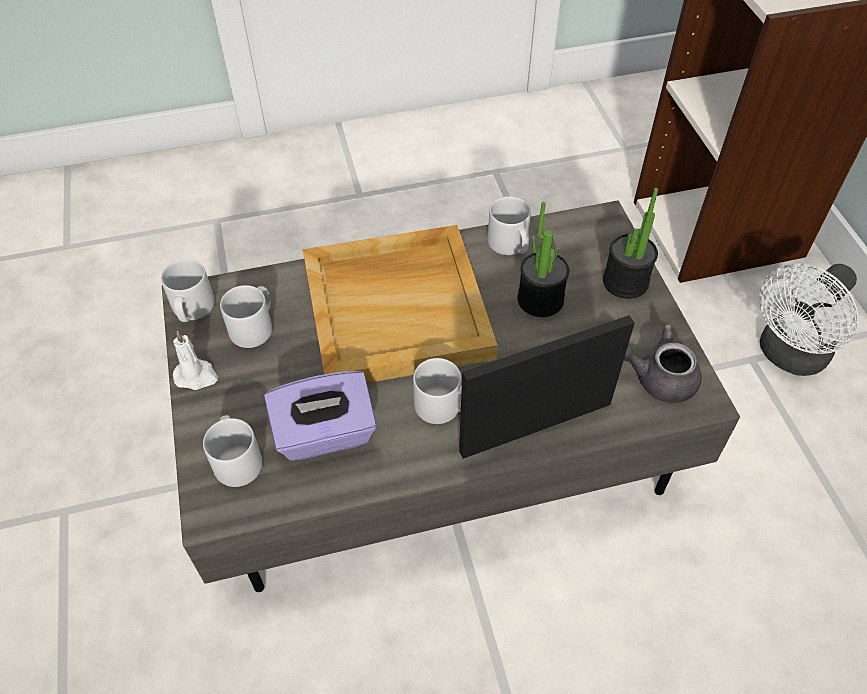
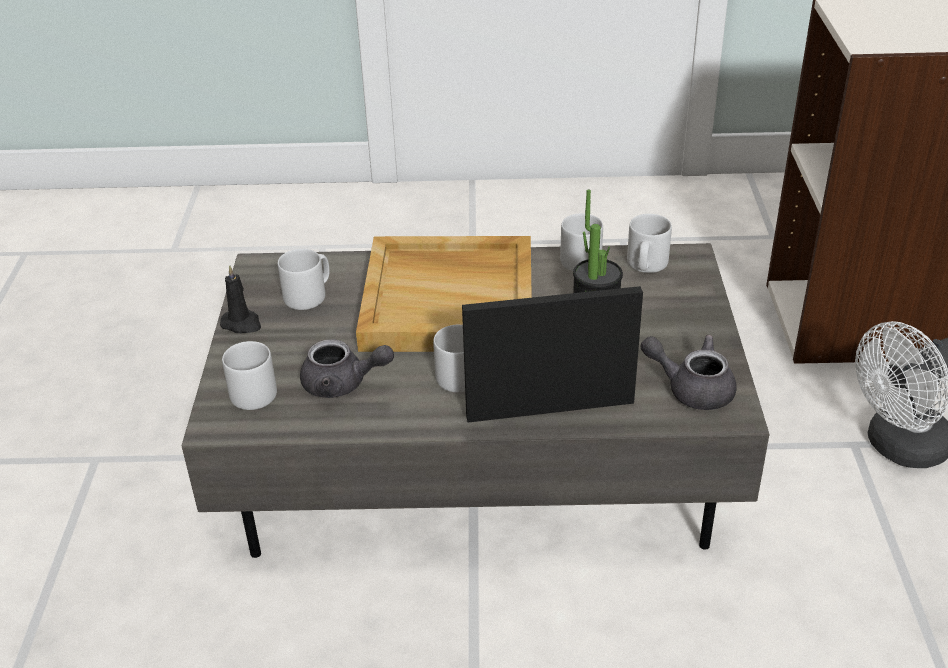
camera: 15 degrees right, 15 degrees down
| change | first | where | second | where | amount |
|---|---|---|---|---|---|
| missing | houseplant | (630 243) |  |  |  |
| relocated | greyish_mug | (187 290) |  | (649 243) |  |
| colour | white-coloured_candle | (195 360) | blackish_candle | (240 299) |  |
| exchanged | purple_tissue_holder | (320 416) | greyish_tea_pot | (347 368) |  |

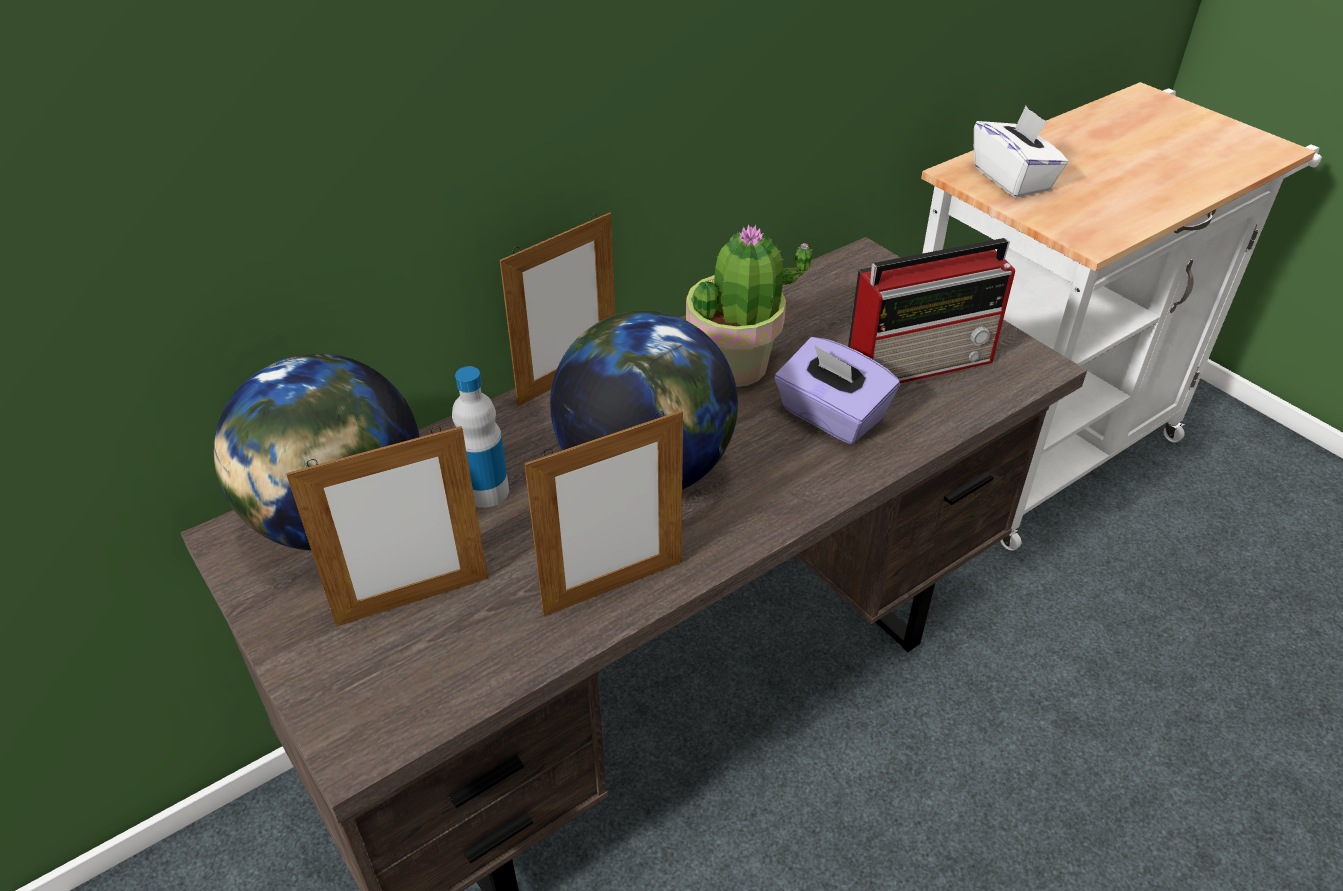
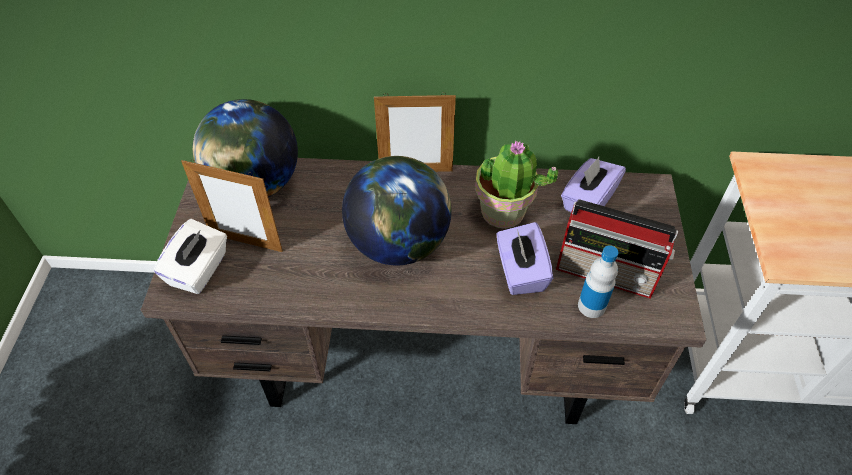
camera: 40 degrees right, 10 degrees up
| change | first | where | second | where | amount |
|---|---|---|---|---|---|
| relocated | white-coloured_tissue_holder | (1021 152) |  | (190 256) |  |
| relocated | beverage_bottle | (480 437) |  | (598 281) |  |
| missing | standing_frame | (603 513) |  |  |  |
| appeared |  |  | purple_tissue_holder | (593 184) |  |

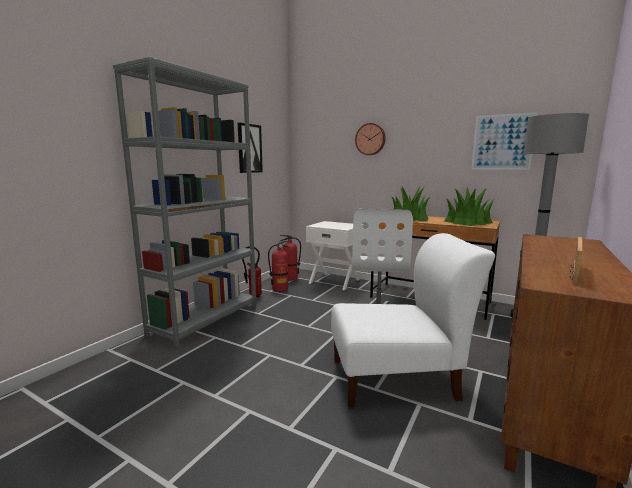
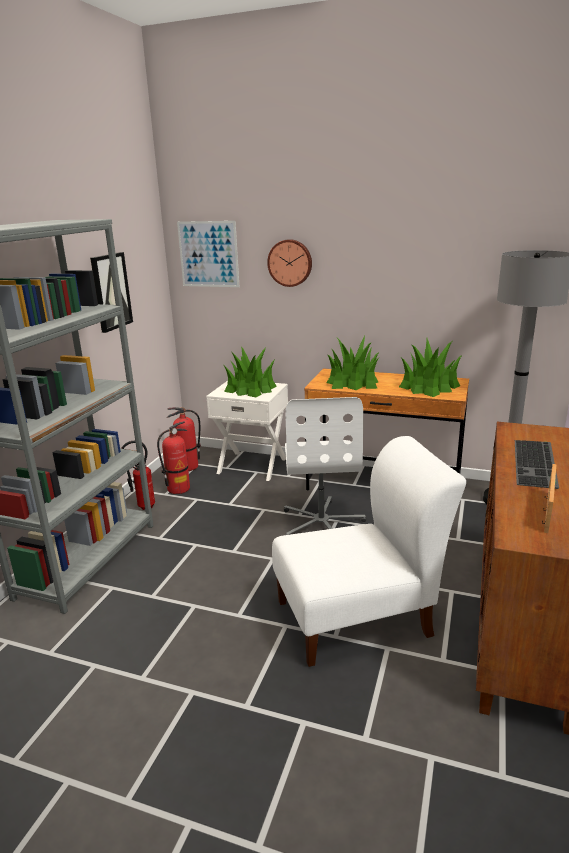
camera: 10 degrees left, 10 degrees up
| change | first | where | second | where | amount |
|---|---|---|---|---|---|
| relocated | wall_art | (504 141) |  | (208 254) |  |
| appeared |  |  | houseplant | (250 371) |  |
| appeared |  |  | computer_keyboard | (537 464) |  |

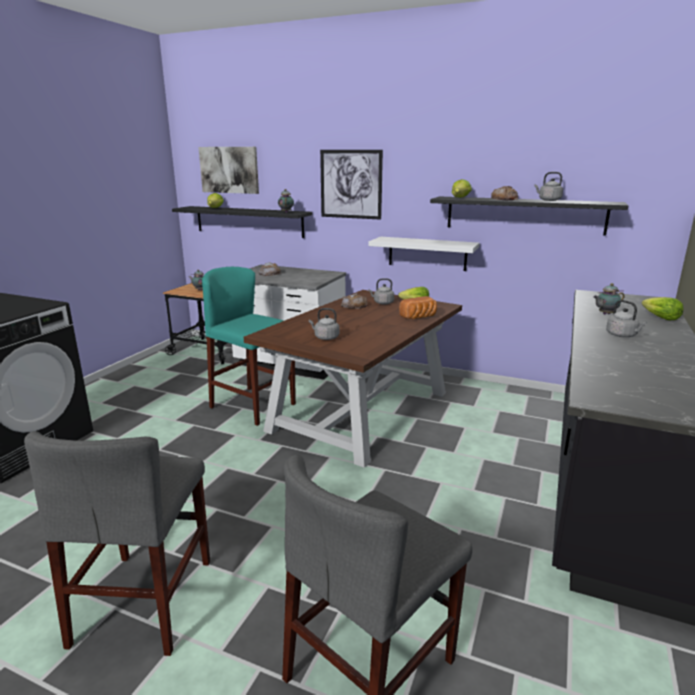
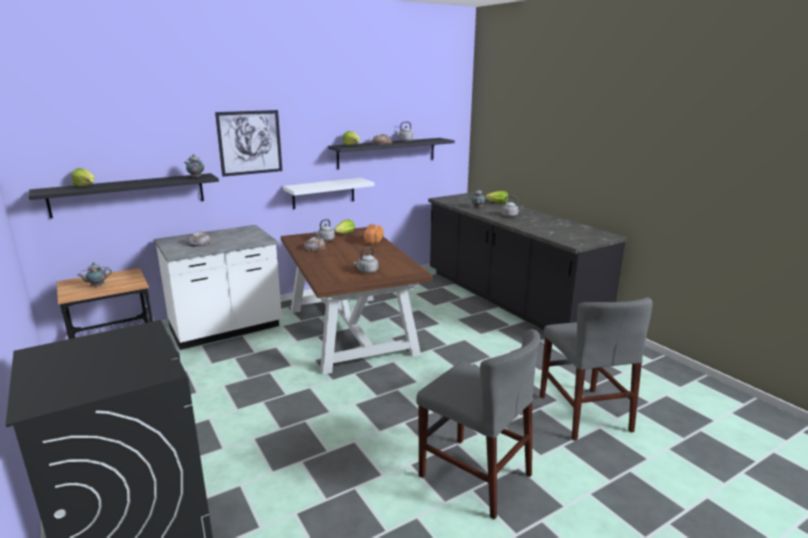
camera: 55 degrees left, 0 degrees up
| change | first | where | second | where | amount |
|---|---|---|---|---|---|
| missing | wall_art | (228 170) |  |  |  |
| missing | turquoise_stool | (249 346) |  |  |  |

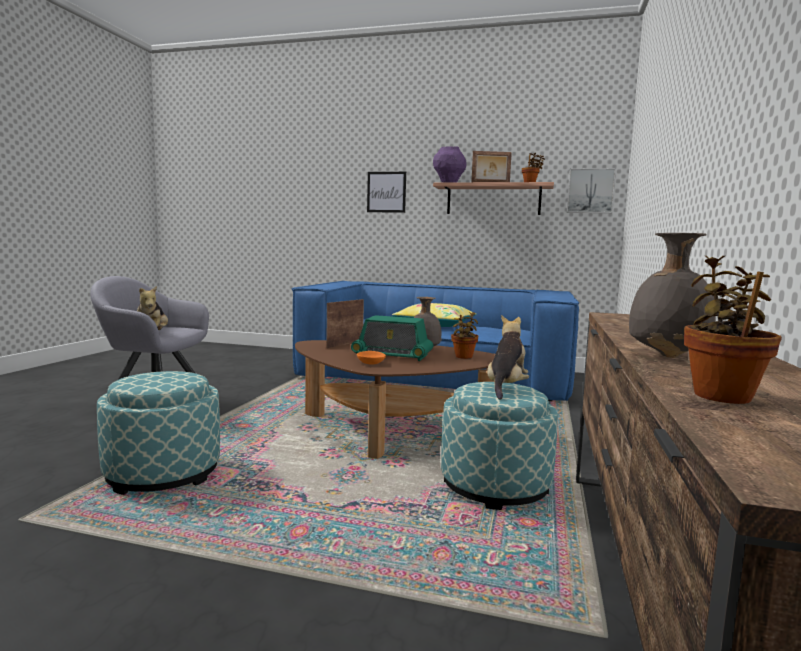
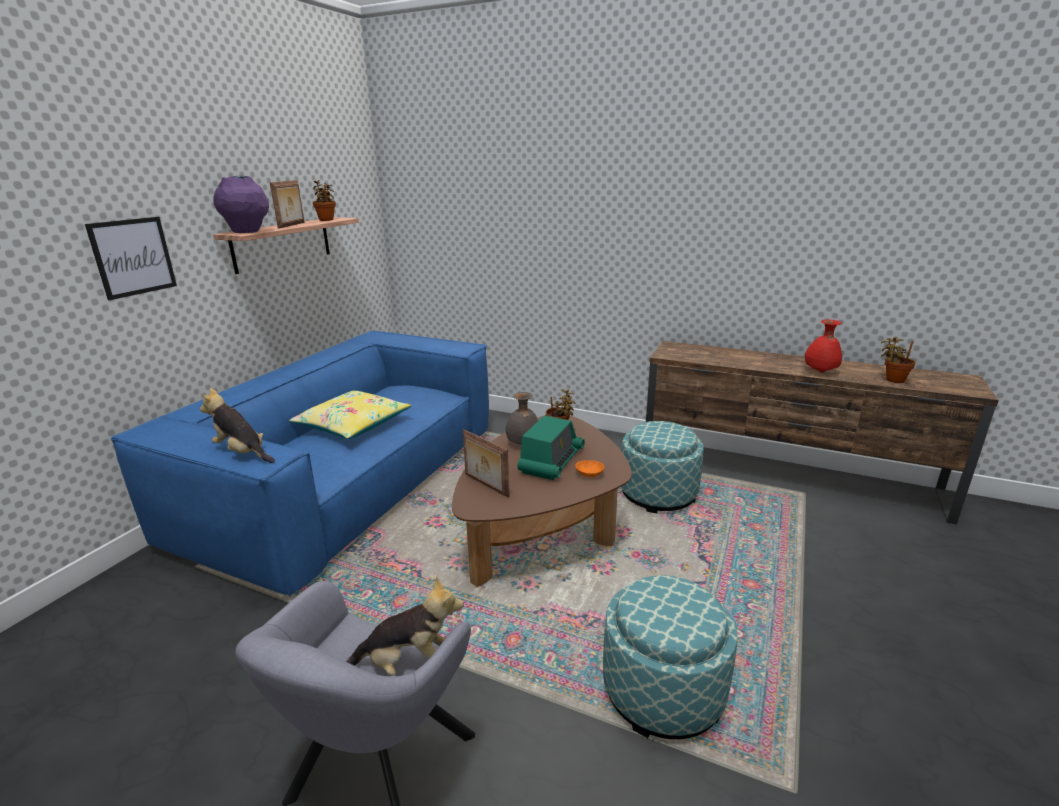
camera: 80 degrees left, 15 degrees up
| change | first | where | second | where | amount |
|---|---|---|---|---|---|
| missing | wall_art | (591 190) |  |  |  |
| colour | greyish_flower_vase | (672 295) | reddish_flower_vase | (823 346) |  |
| relocated | cuddly_toy | (508 357) |  | (237 425) |  |

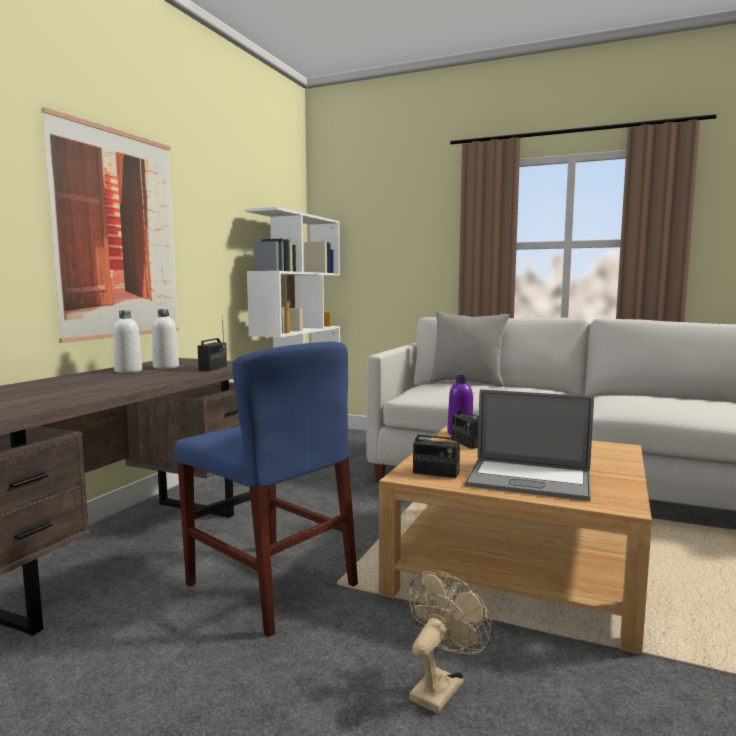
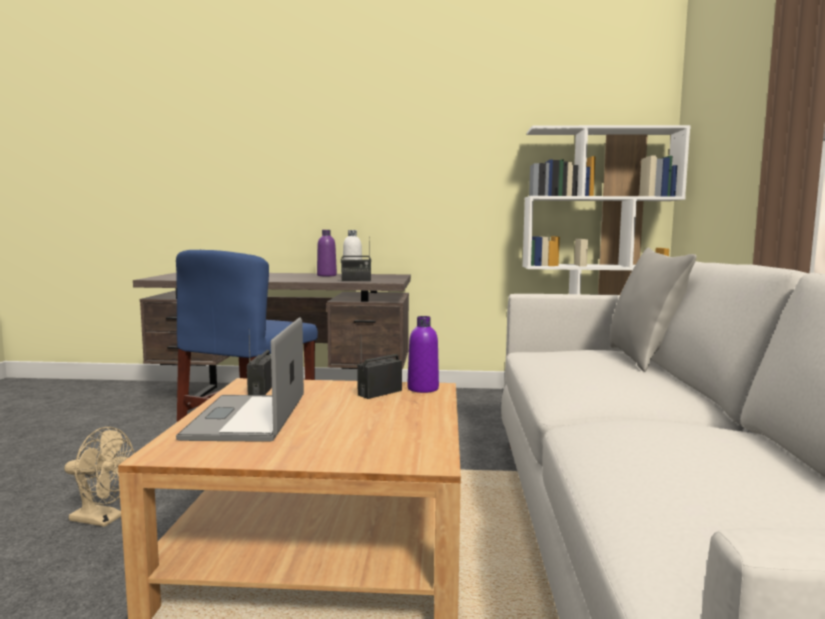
camera: 70 degrees right, 0 degrees up
| change | first | where | second | where | amount |
|---|---|---|---|---|---|
| missing | wall_art | (110 225) |  |  |  |
| colour | white-coloured_beverage_bottle | (127 341) | purple_beverage_bottle | (327 253) |  |

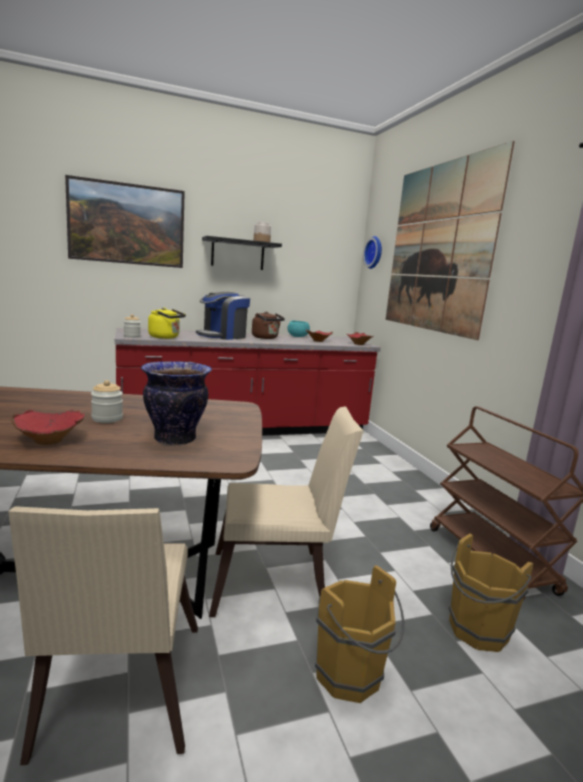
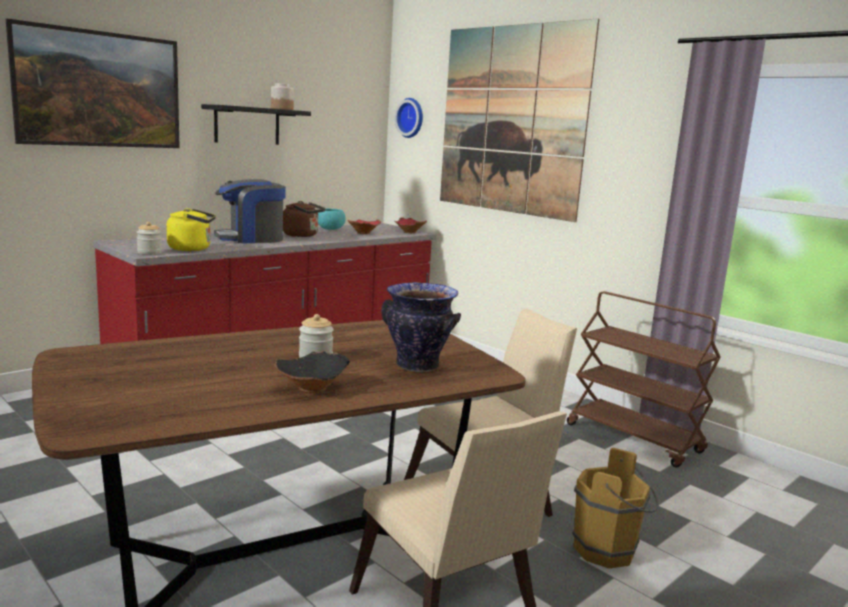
camera: 25 degrees left, 0 degrees up
| change | first | where | second | where | amount |
|---|---|---|---|---|---|
| spun | coffee_machine | (223 316) |  | (250 211) | 45 degrees clockwise |
| colour | reddish_bowl | (47 427) | blackish_bowl | (312 372) |  |
| missing | brownish_bucket | (491 592) |  |  |  |

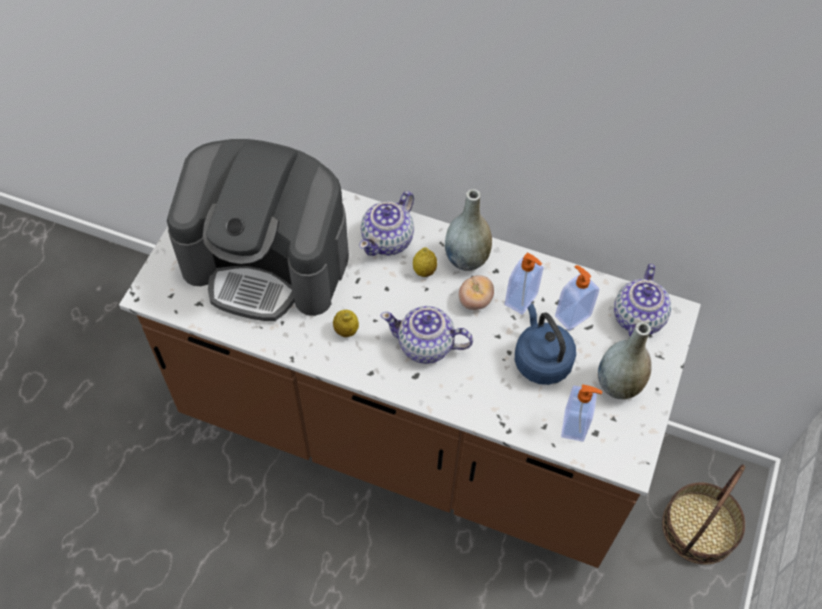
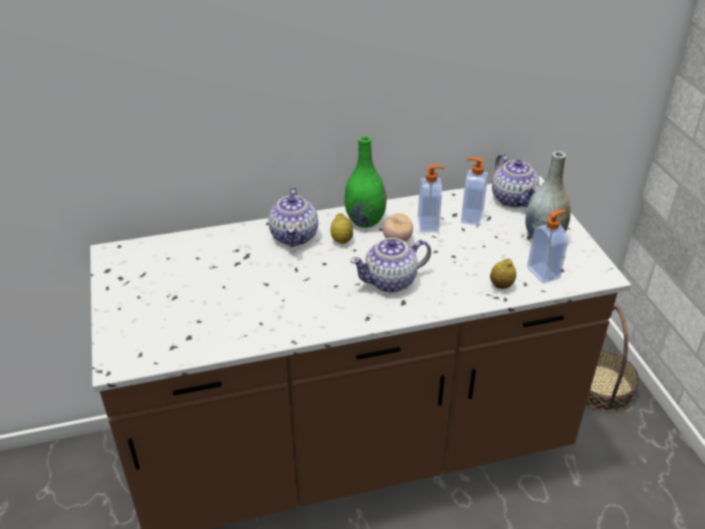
camera: 35 degrees left, 20 degrees down
| change | first | where | second | where | amount |
|---|---|---|---|---|---|
| missing | coffee_machine | (258 230) |  |  |  |
| colour | greyish_flower_vase | (468 230) | green_flower_vase | (366 182) |  |
| missing | blue-coloured_kettle | (545 344) |  |  |  |
| relocated | lemon | (346 323) |  | (503 273) |  |

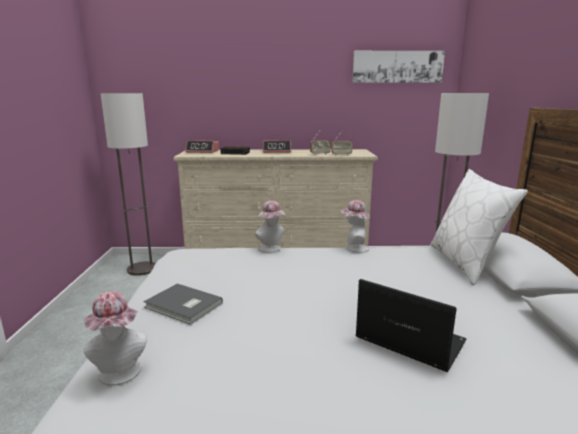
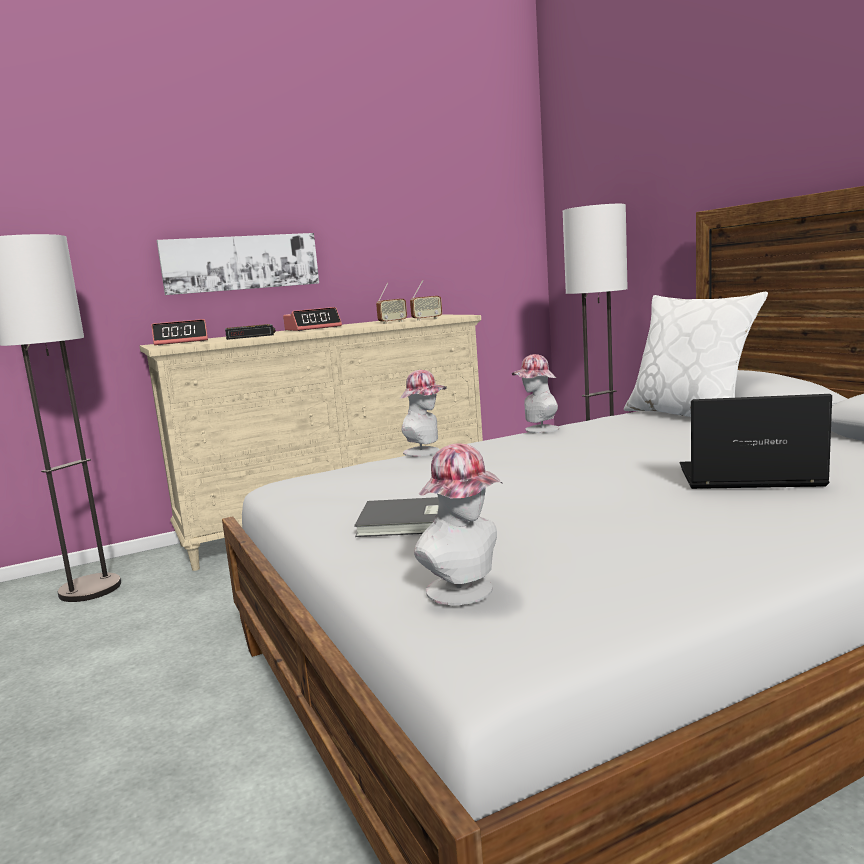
camera: 25 degrees left, 5 degrees down
| change | first | where | second | where | amount |
|---|---|---|---|---|---|
| relocated | wall_art | (399 67) |  | (238 264) |  |

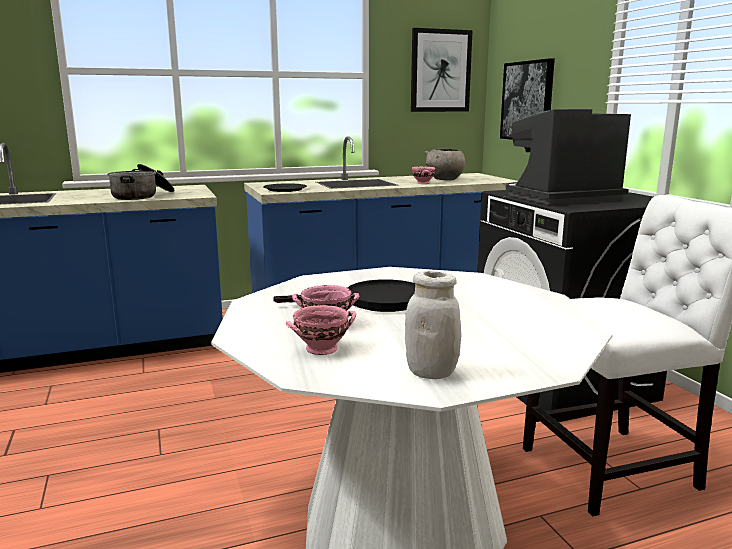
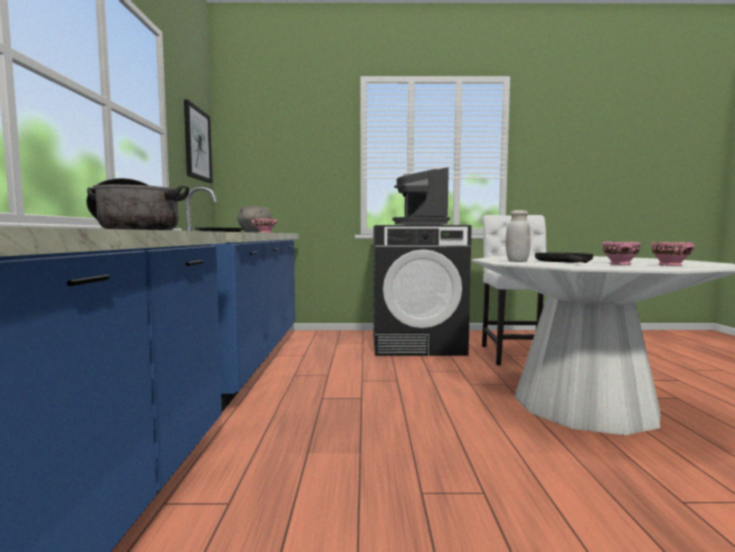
camera: 70 degrees left, 10 degrees down
| change | first | where | second | where | amount |
|---|---|---|---|---|---|
| missing | wall_art | (527 99) |  |  |  |
| relocated | white-coloured_preserve_jar | (433 325) |  | (518 236) |  |

